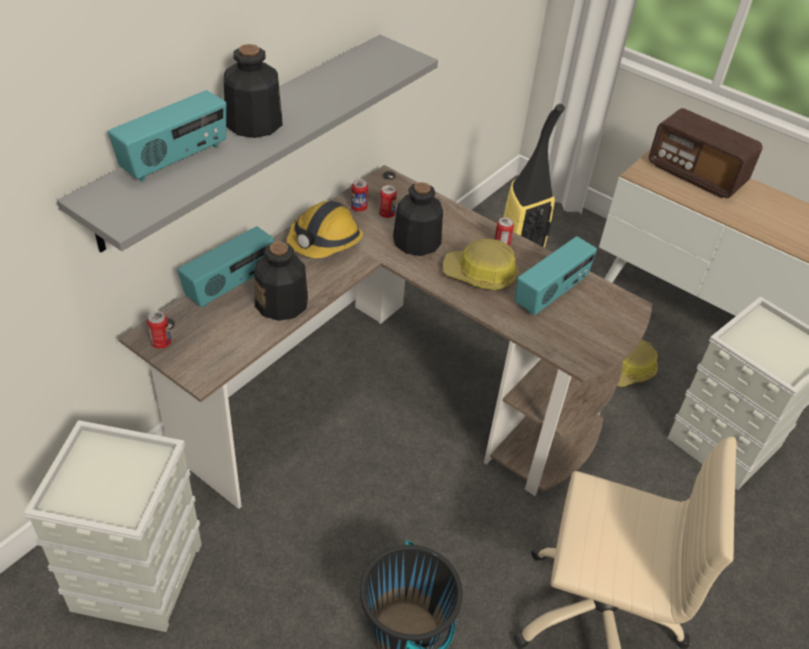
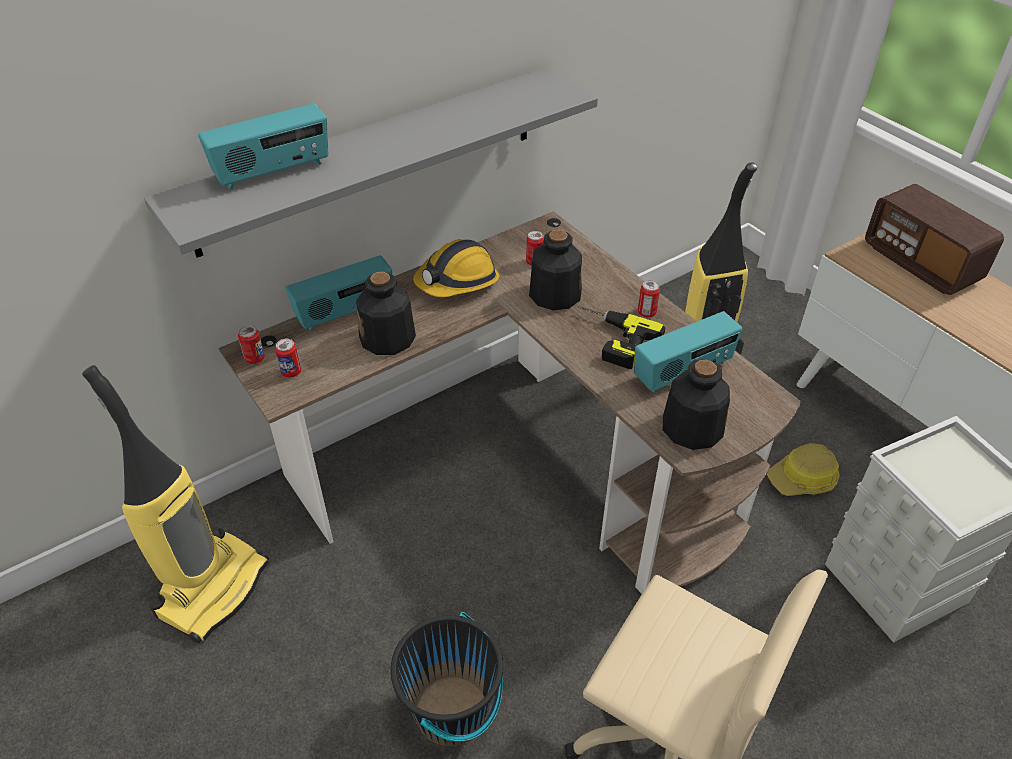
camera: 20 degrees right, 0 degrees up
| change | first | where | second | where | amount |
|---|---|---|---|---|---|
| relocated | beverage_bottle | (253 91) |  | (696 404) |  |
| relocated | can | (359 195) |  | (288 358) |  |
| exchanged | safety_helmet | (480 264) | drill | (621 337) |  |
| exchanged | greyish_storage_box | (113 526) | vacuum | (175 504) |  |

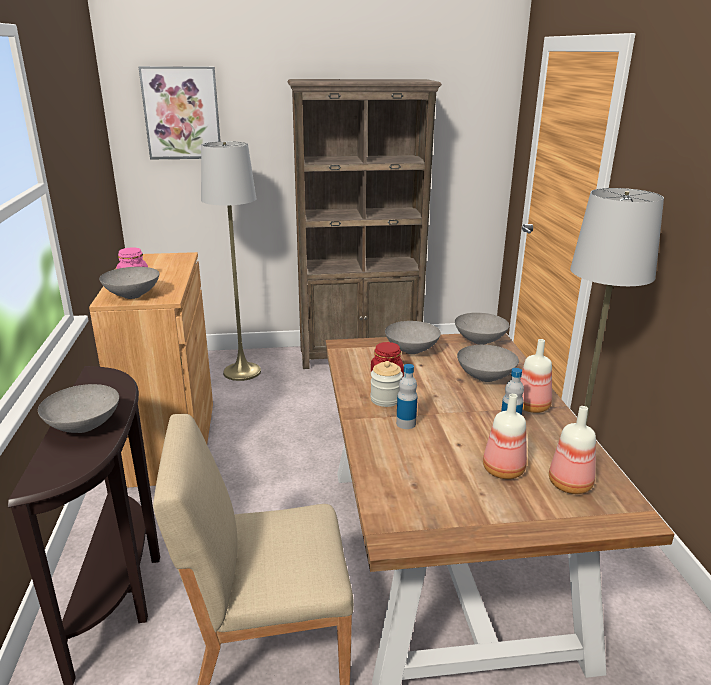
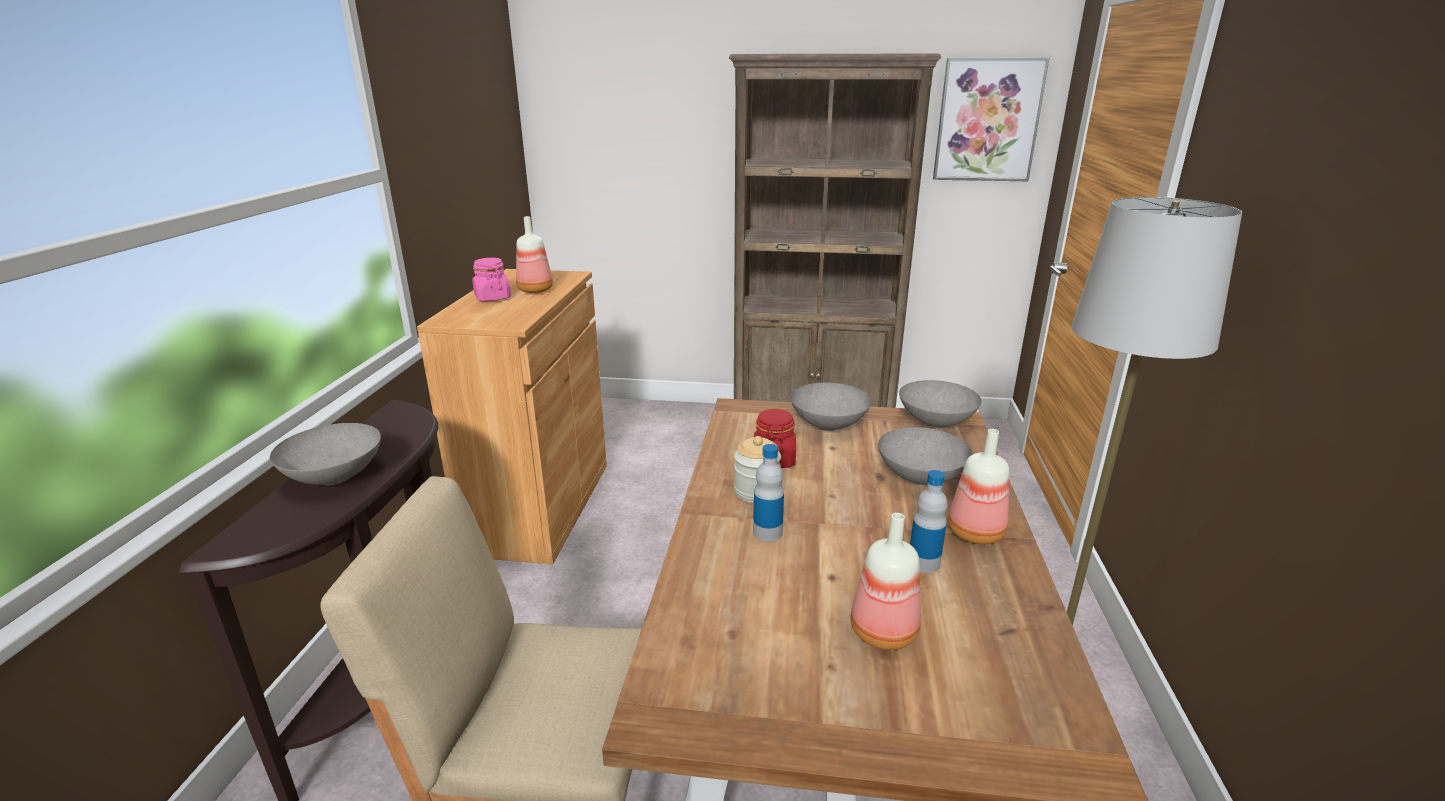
camera: 15 degrees right, 0 degrees up
| change | first | where | second | where | amount |
|---|---|---|---|---|---|
| relocated | wall_art | (179 112) |  | (991 119) |  |
| missing | greyish_standard_lamp | (231 261) |  |  |  |
| missing | greyish_bowl | (129 283) |  |  |  |
| relocated | beverage_bottle | (572 450) |  | (534 254) |  |

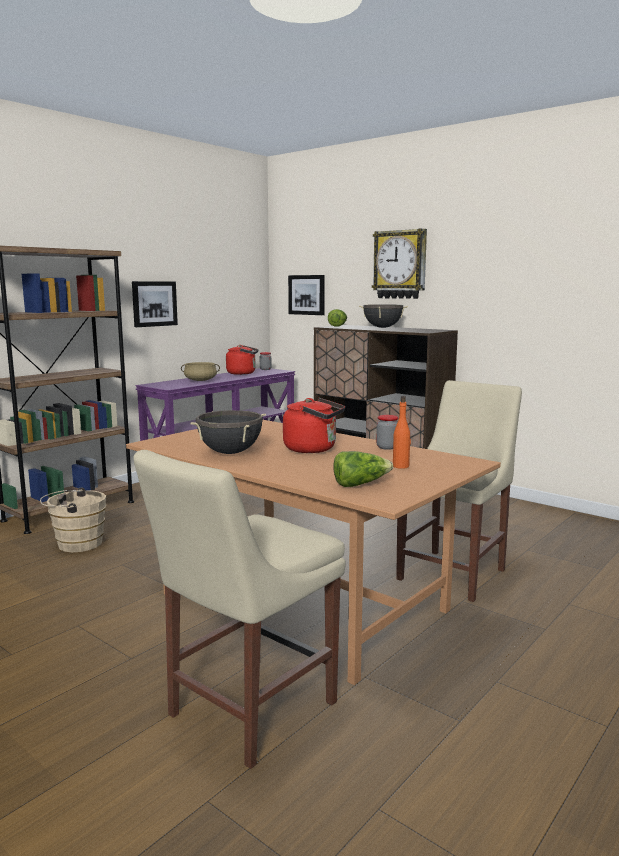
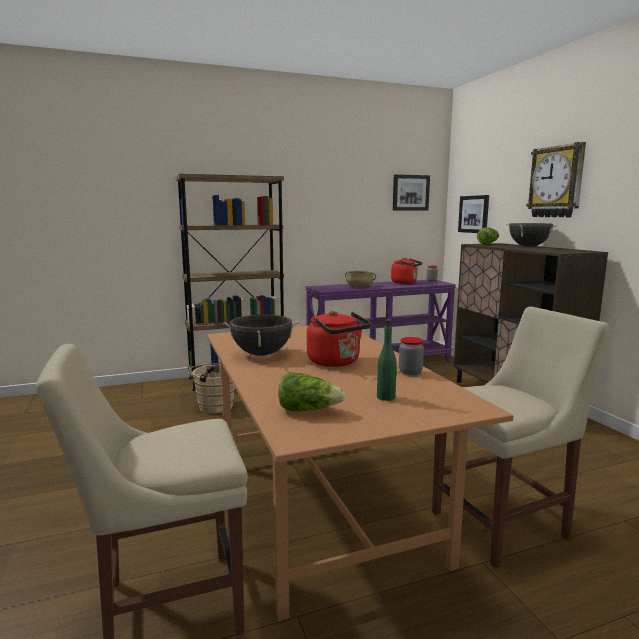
camera: 30 degrees right, 0 degrees up
| change | first | where | second | where | amount |
|---|---|---|---|---|---|
| relocated | wall_art | (155 304) |  | (411 192) |  |
| colour | orange_beverage_bottle | (402 432) | green_beverage_bottle | (387 360) |  |

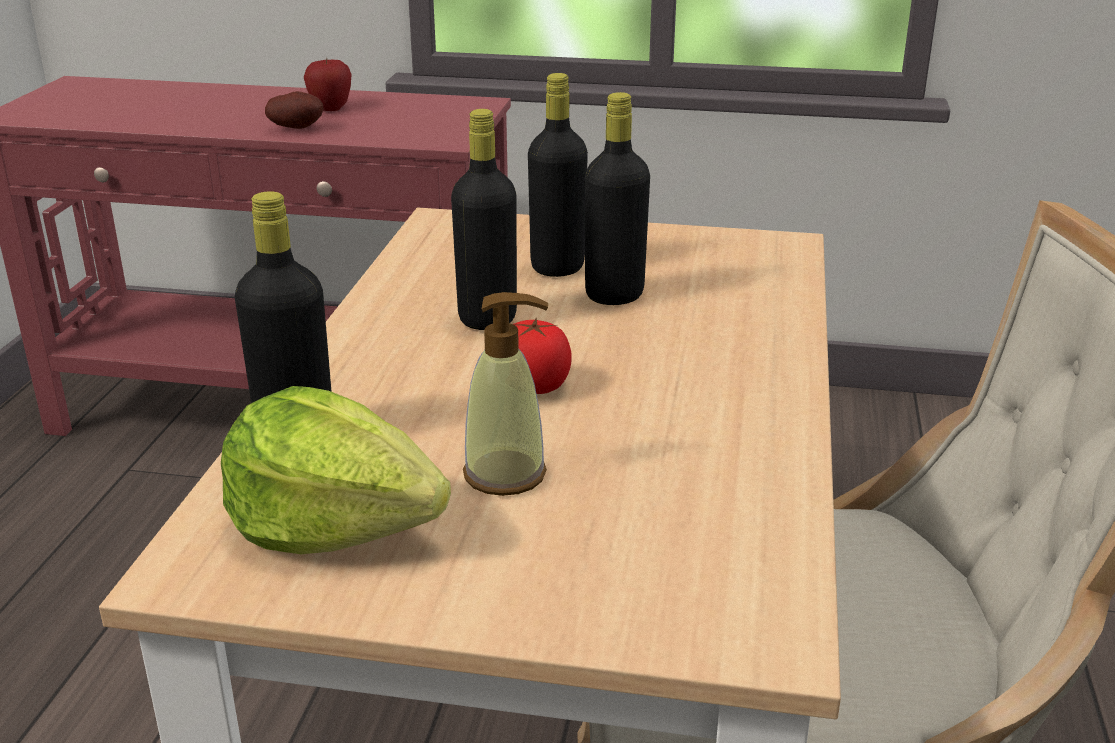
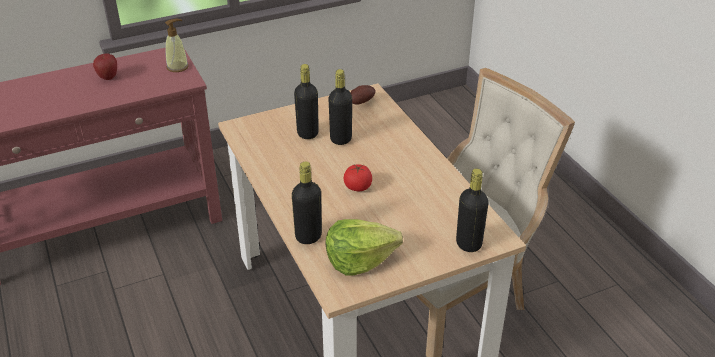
camera: 35 degrees left, 10 degrees up
| change | first | where | second | where | amount |
|---|---|---|---|---|---|
| relocated | whole_potato | (294 110) |  | (363 95) |  |
| relocated | blackish_beverage_bottle | (484 219) |  | (472 210) |  |
| relocated | soap_bottle | (505 394) |  | (177 45) |  |

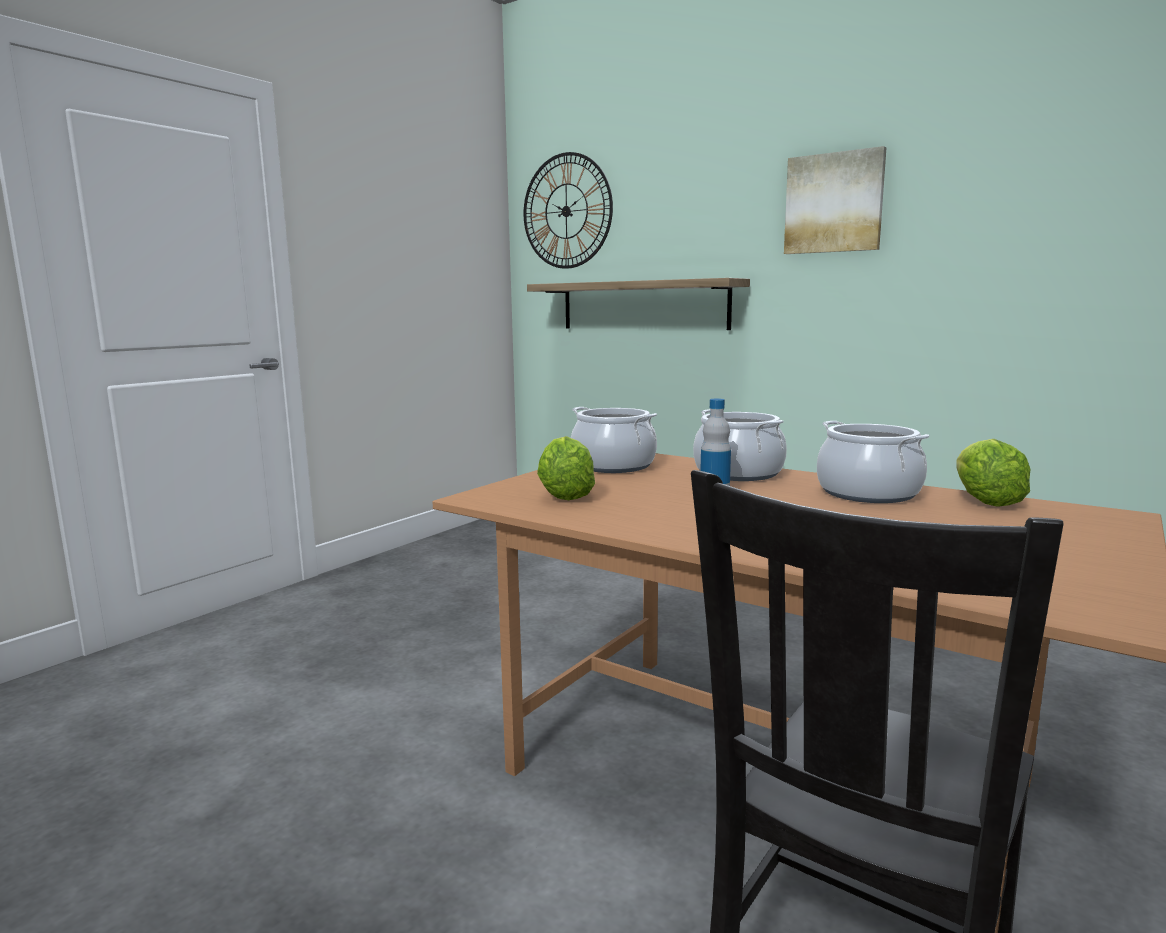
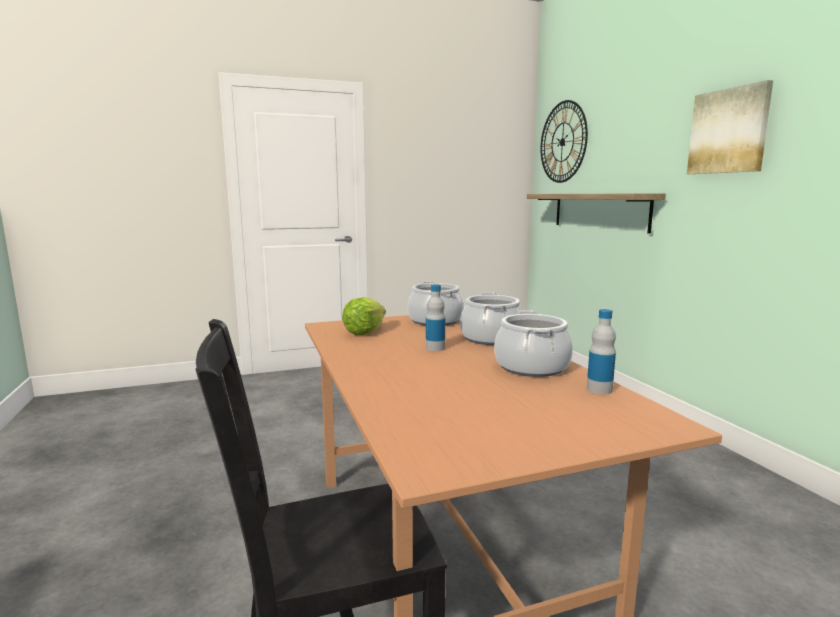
camera: 35 degrees right, 0 degrees up
| change | first | where | second | where | amount |
|---|---|---|---|---|---|
| exchanged | lettuce_head | (993 473) | beverage_bottle | (601 351) |  |

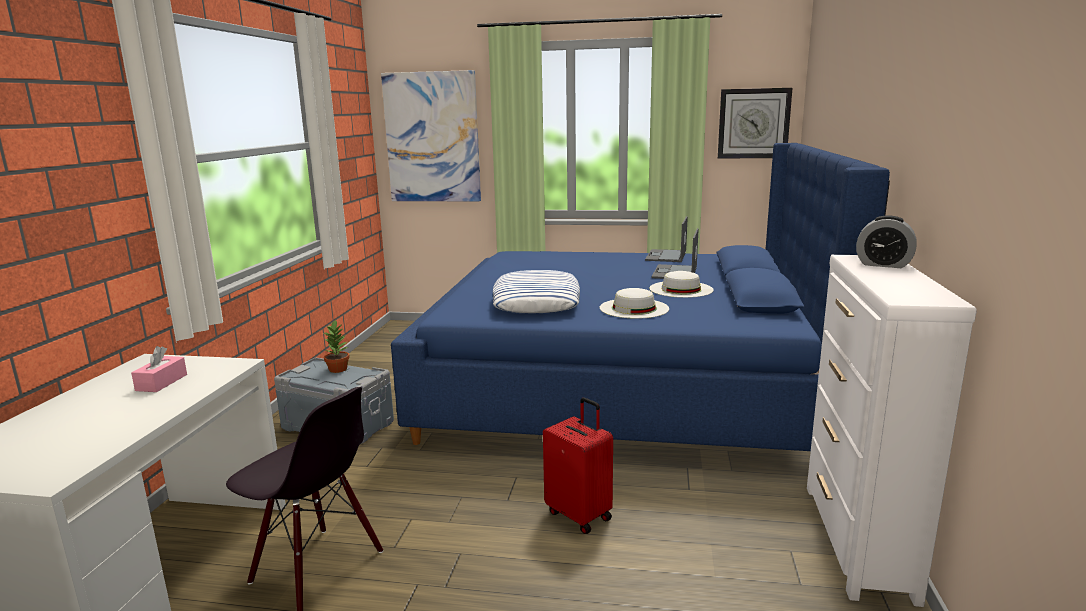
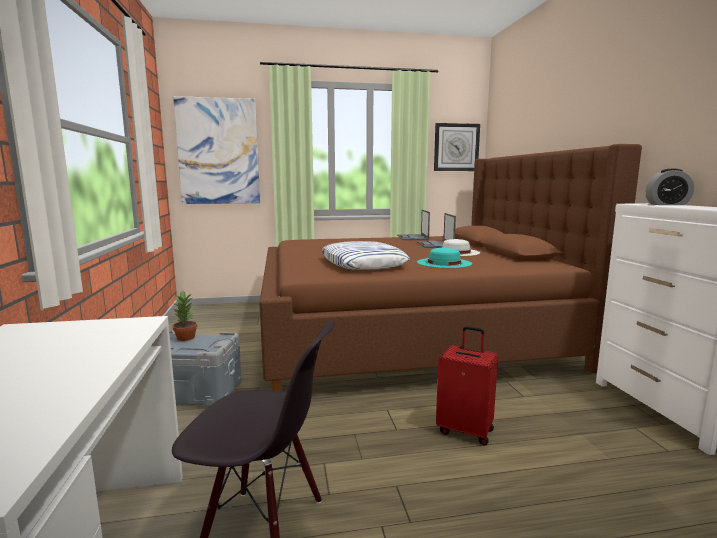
camera: 20 degrees left, 5 degrees down
| change | first | where | second | where | amount |
|---|---|---|---|---|---|
| colour | blue-coloured_bedroom_bed | (640 297) | brownish_bedroom_bed | (450 267) |  |
| colour | white-coloured_hat | (634 303) | turquoise_hat | (444 258) |  |
| missing | pinkish_tissue_holder | (159 369) |  |  |  |

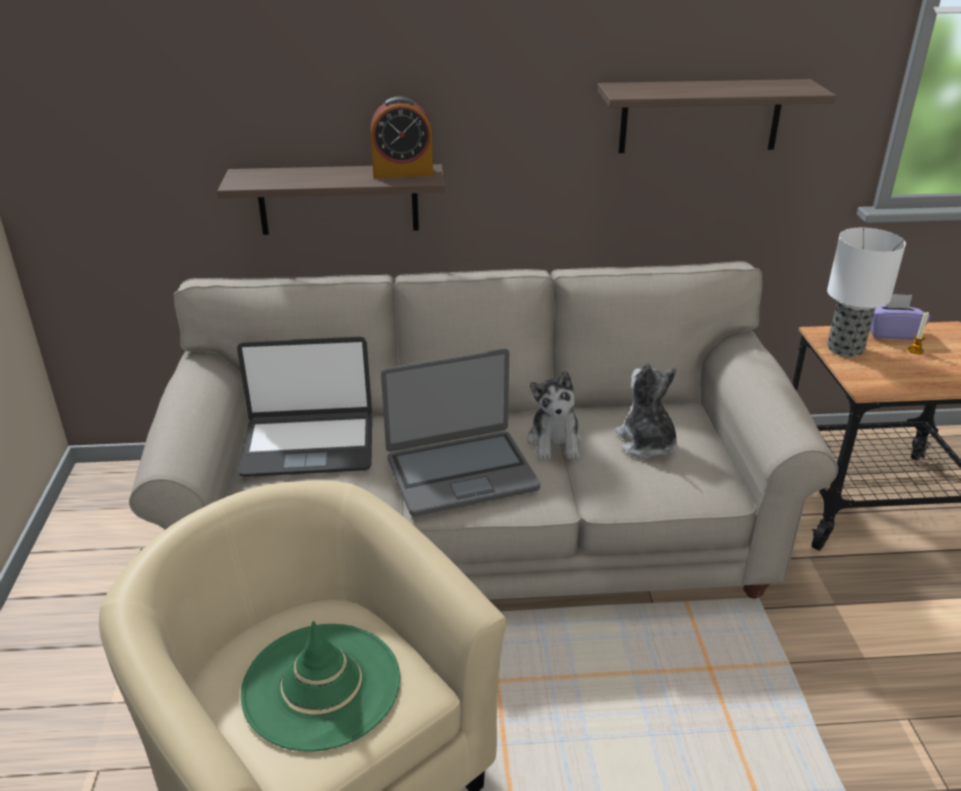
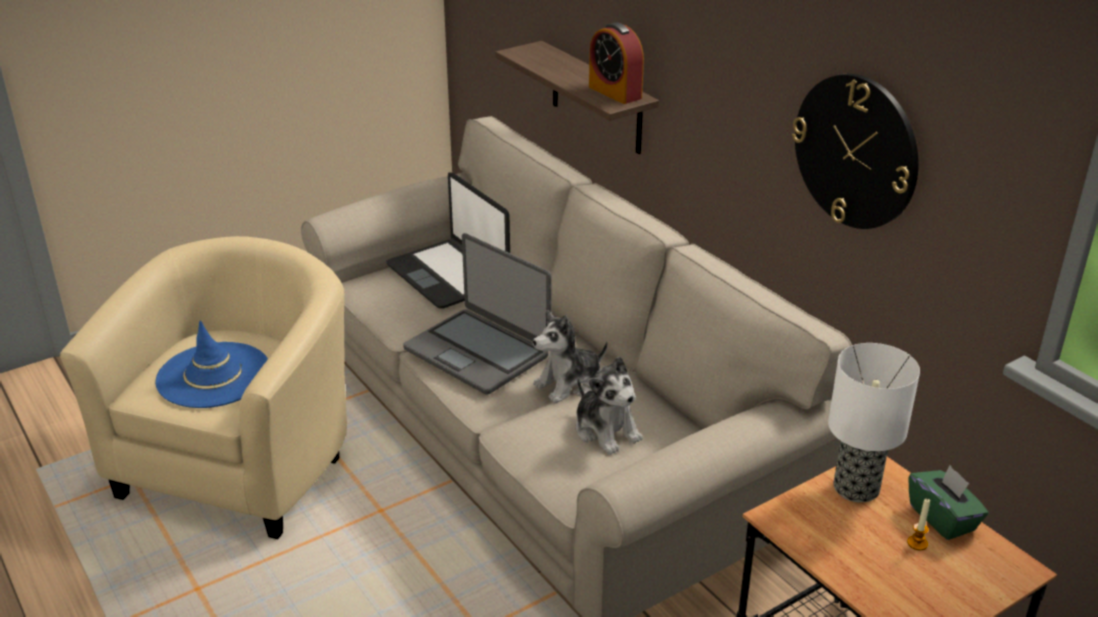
camera: 60 degrees right, 0 degrees up
| change | first | where | second | where | amount |
|---|---|---|---|---|---|
| exchanged | bracket_shelf | (716 116) | clock_on_the_wall | (855 151) |  |
| colour | purple_tissue_holder | (900 317) | green_tissue_holder | (948 502) |  |
| spun | cuddly_toy | (646 411) |  | (609 405) | 105 degrees clockwise |
| colour | green_hat | (320 686) | blue-coloured_hat | (211 364) |  |

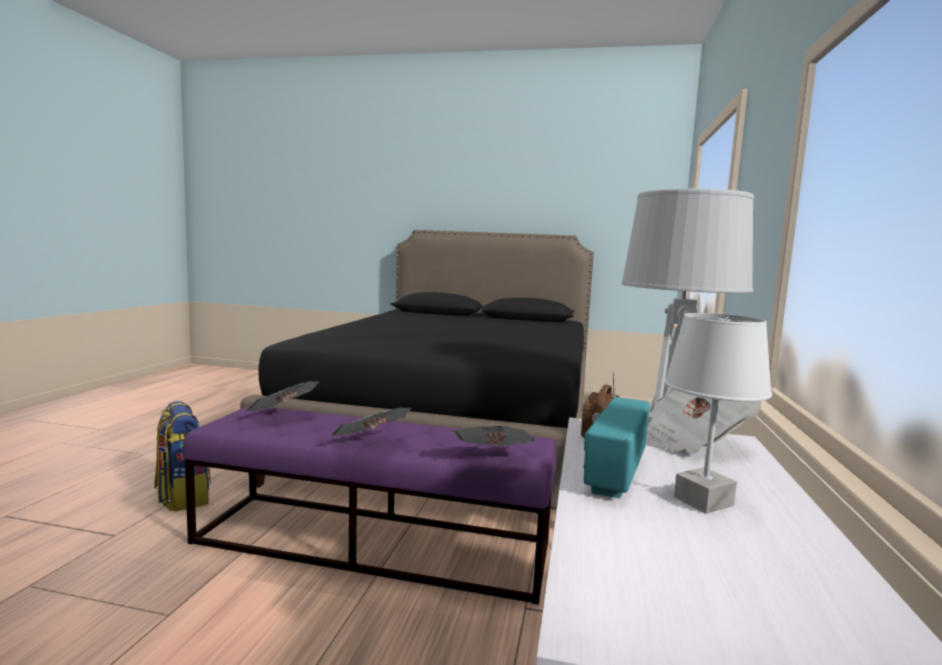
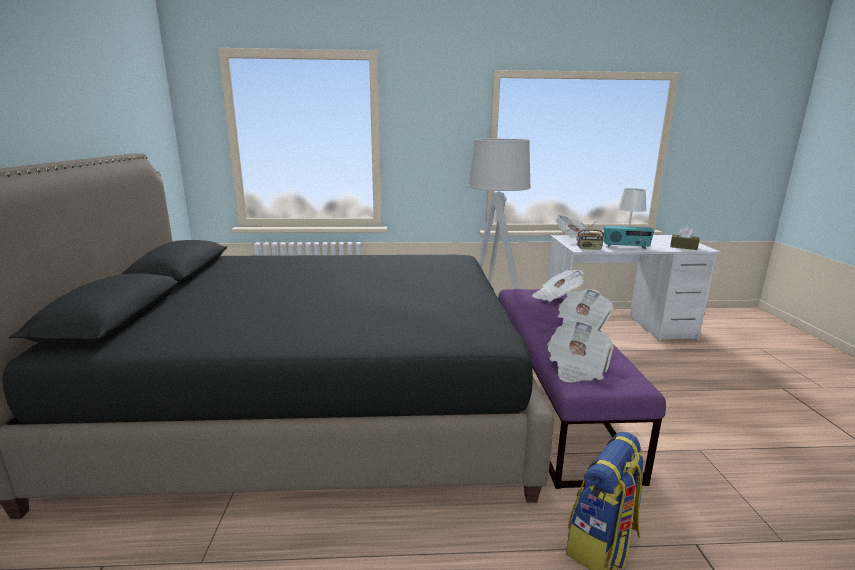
camera: 105 degrees left, 10 degrees up
| change | first | where | second | where | amount |
|---|---|---|---|---|---|
| appeared |  |  | brownish_tissue_holder | (684 238) |  |

